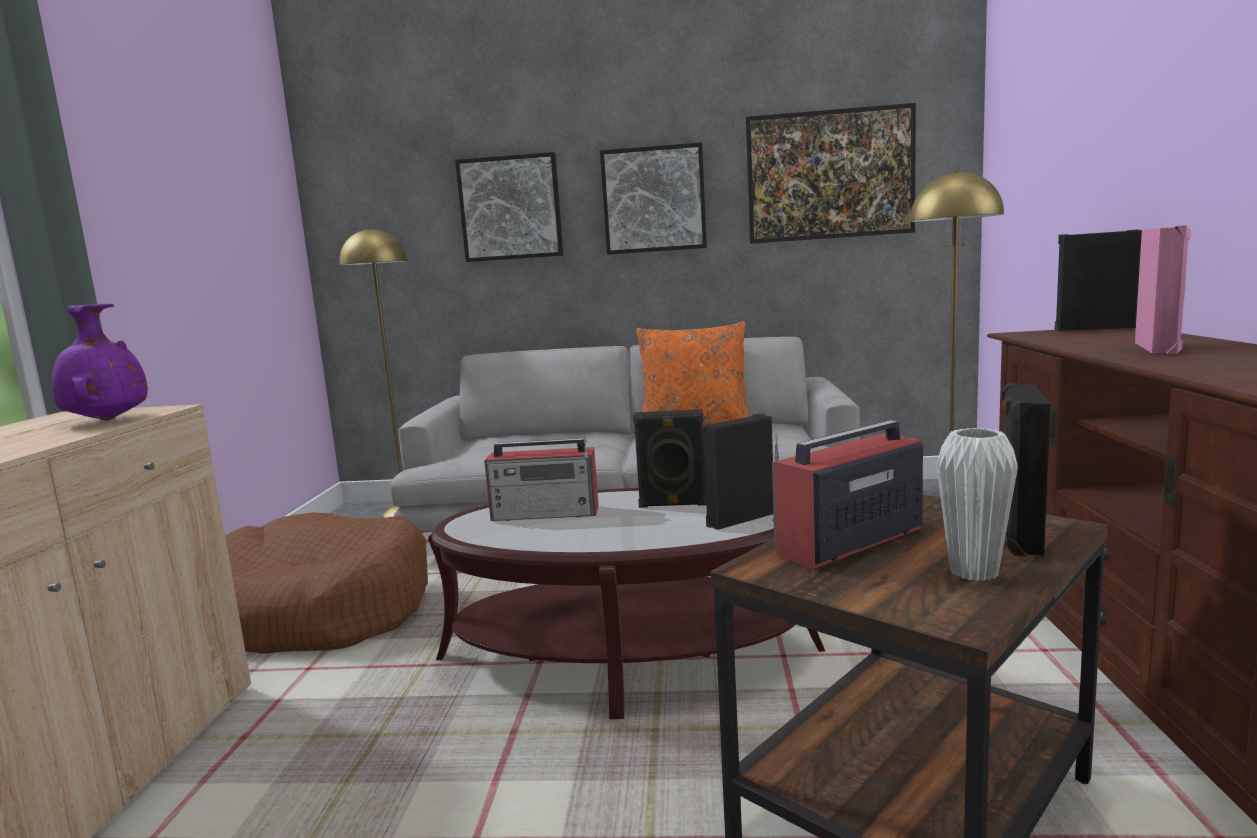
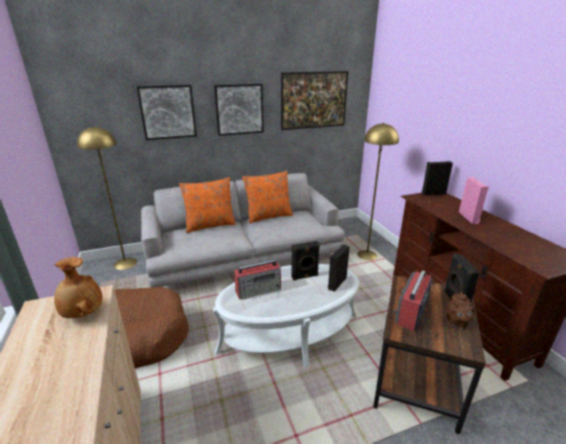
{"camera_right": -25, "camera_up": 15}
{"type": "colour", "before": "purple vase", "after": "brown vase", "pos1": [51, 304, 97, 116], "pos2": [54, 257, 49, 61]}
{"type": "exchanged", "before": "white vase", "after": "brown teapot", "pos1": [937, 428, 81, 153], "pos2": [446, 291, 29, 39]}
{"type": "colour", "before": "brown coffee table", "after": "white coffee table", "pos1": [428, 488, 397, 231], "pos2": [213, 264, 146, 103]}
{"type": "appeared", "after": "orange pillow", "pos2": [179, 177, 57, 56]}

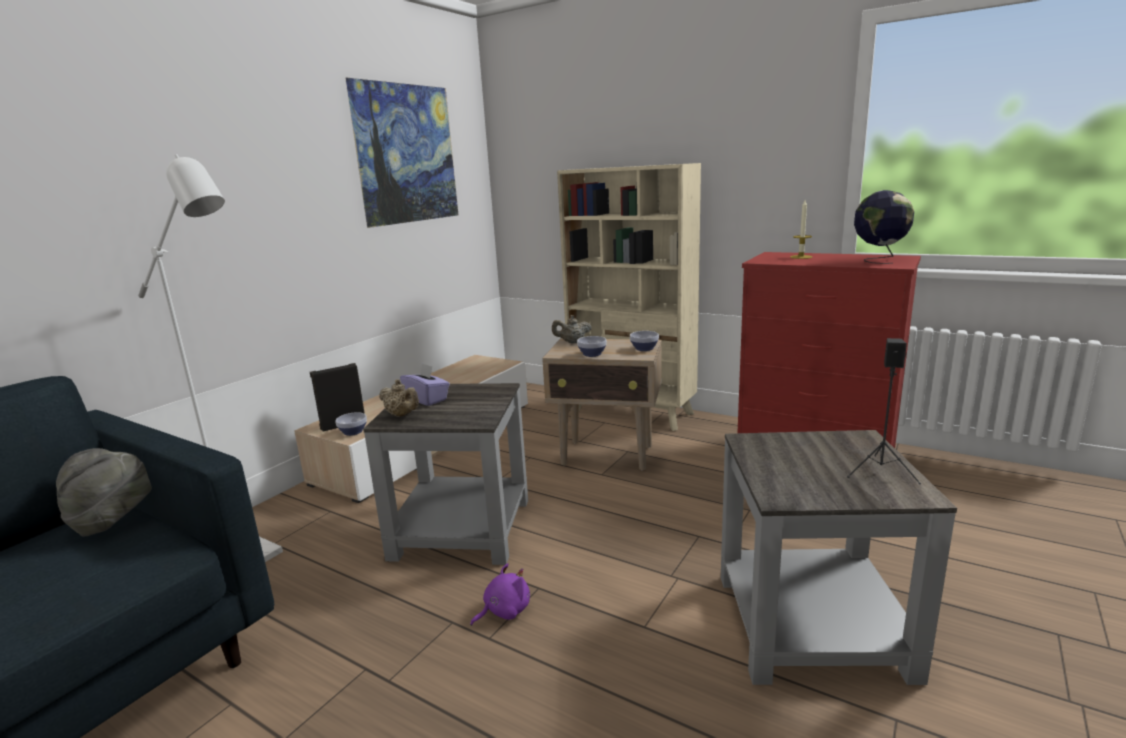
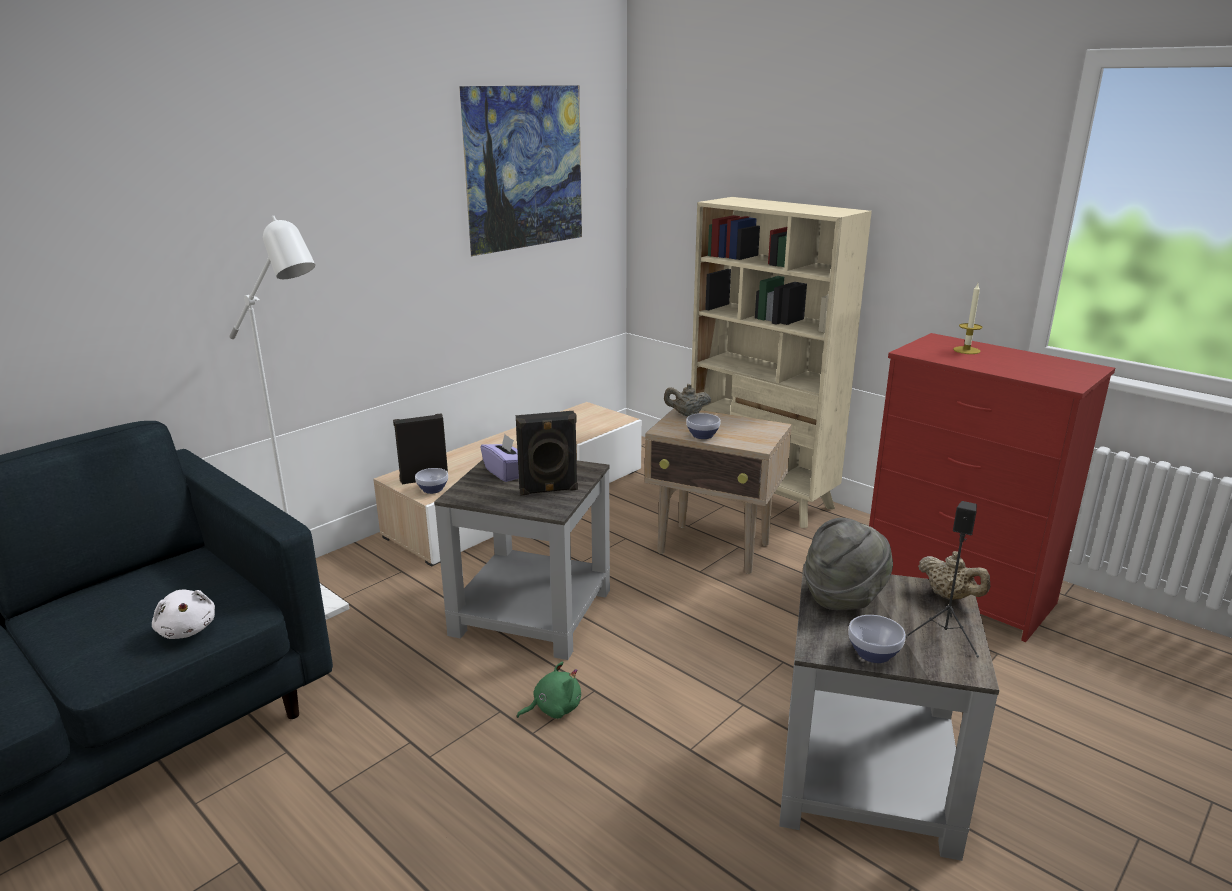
{"camera_right": 10, "camera_up": 5}
{"type": "missing", "before": "globe", "pos1": [854, 190, 60, 74]}
{"type": "relocated", "before": "bowl", "pos1": [630, 331, 29, 20], "pos2": [848, 615, 57, 48]}
{"type": "relocated", "before": "beige teapot", "pos1": [379, 379, 40, 38], "pos2": [918, 551, 72, 49]}
{"type": "relocated", "before": "grey hat", "pos1": [56, 448, 96, 88], "pos2": [804, 518, 89, 92]}
{"type": "colour", "before": "purple plush toy", "after": "green plush toy", "pos1": [470, 563, 60, 63], "pos2": [517, 661, 64, 58]}
{"type": "appeared", "after": "black speaker", "pos2": [516, 411, 62, 85]}
{"type": "appeared", "after": "white plush toy", "pos2": [152, 590, 63, 49]}

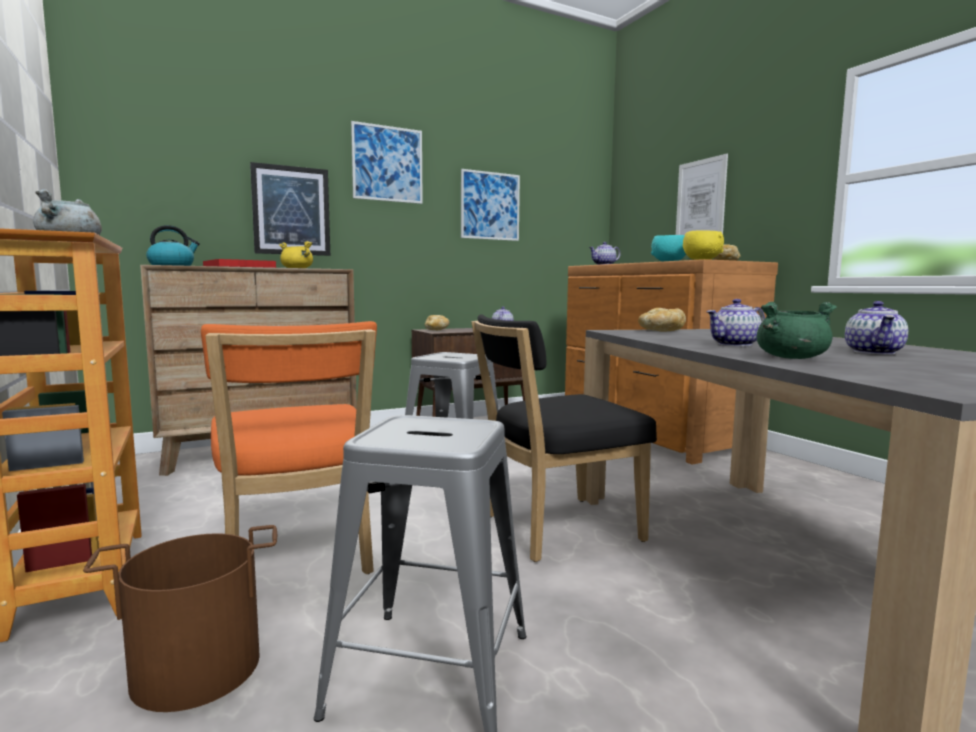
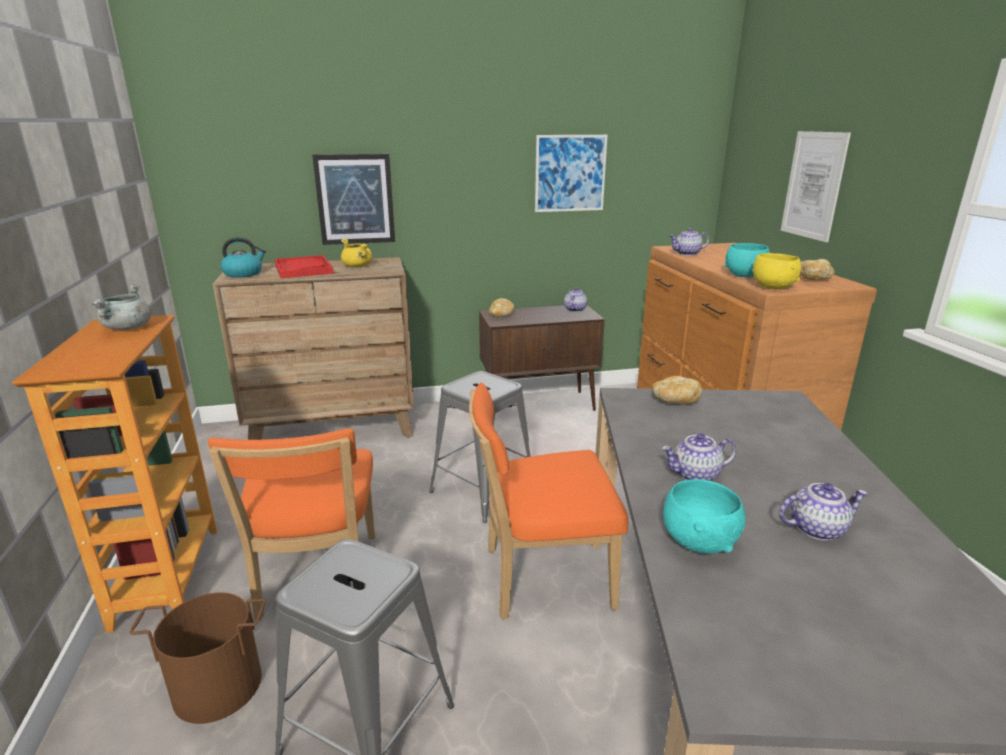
{"camera_right": 15, "camera_up": 15}
{"type": "missing", "before": "picture", "pos1": [351, 121, 72, 83]}
{"type": "spun", "before": "teapot", "pos1": [845, 301, 63, 54], "pos2": [779, 483, 89, 58], "turn": -135}
{"type": "exchanged", "before": "green cooking pot", "after": "turquoise bowl", "pos1": [757, 302, 80, 57], "pos2": [663, 479, 83, 75]}
{"type": "colour", "before": "black chair", "after": "orange chair", "pos1": [471, 314, 186, 248], "pos2": [469, 383, 159, 237]}

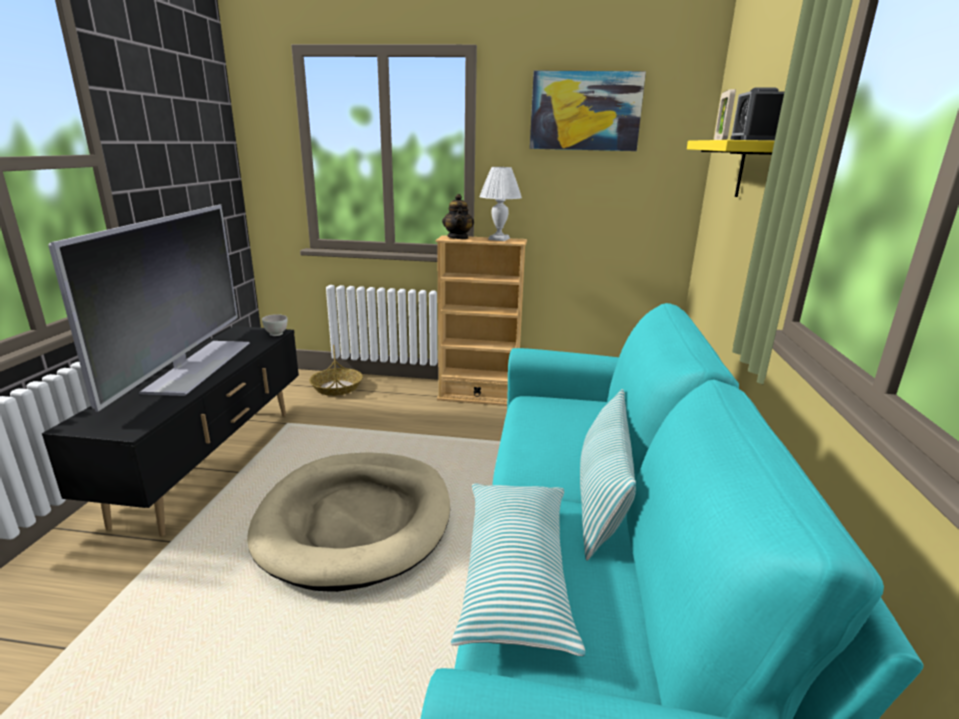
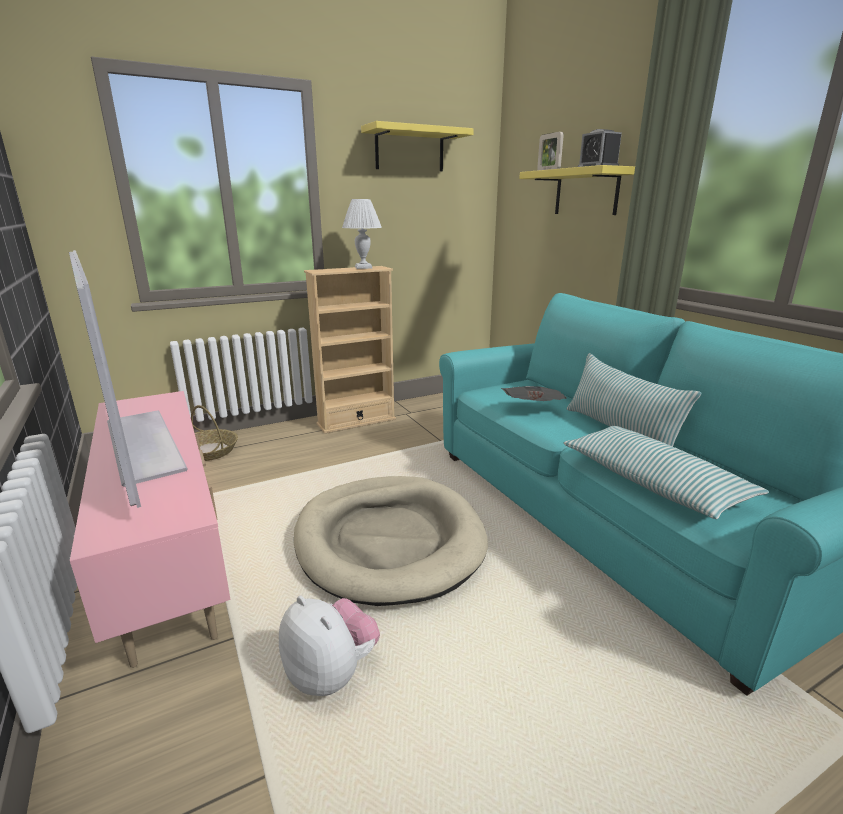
{"camera_right": -35, "camera_up": 0}
{"type": "exchanged", "before": "picture", "after": "yellow shelf", "pos1": [530, 71, 116, 80], "pos2": [361, 121, 113, 50]}
{"type": "missing", "before": "teapot", "pos1": [442, 194, 32, 45]}
{"type": "missing", "before": "white bowl", "pos1": [262, 314, 25, 22]}
{"type": "colour", "before": "black tv stand", "after": "pink tv stand", "pos1": [42, 326, 257, 211], "pos2": [70, 391, 161, 277]}
{"type": "appeared", "after": "newspaper", "pos2": [501, 386, 66, 15]}
{"type": "appeared", "after": "plush toy", "pos2": [279, 596, 101, 100]}

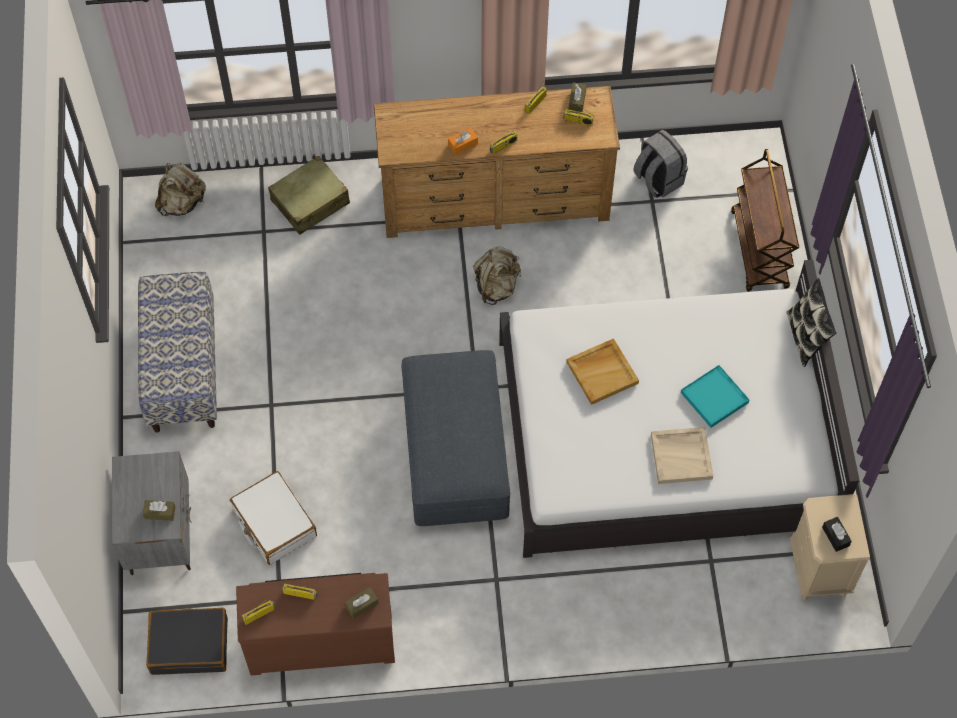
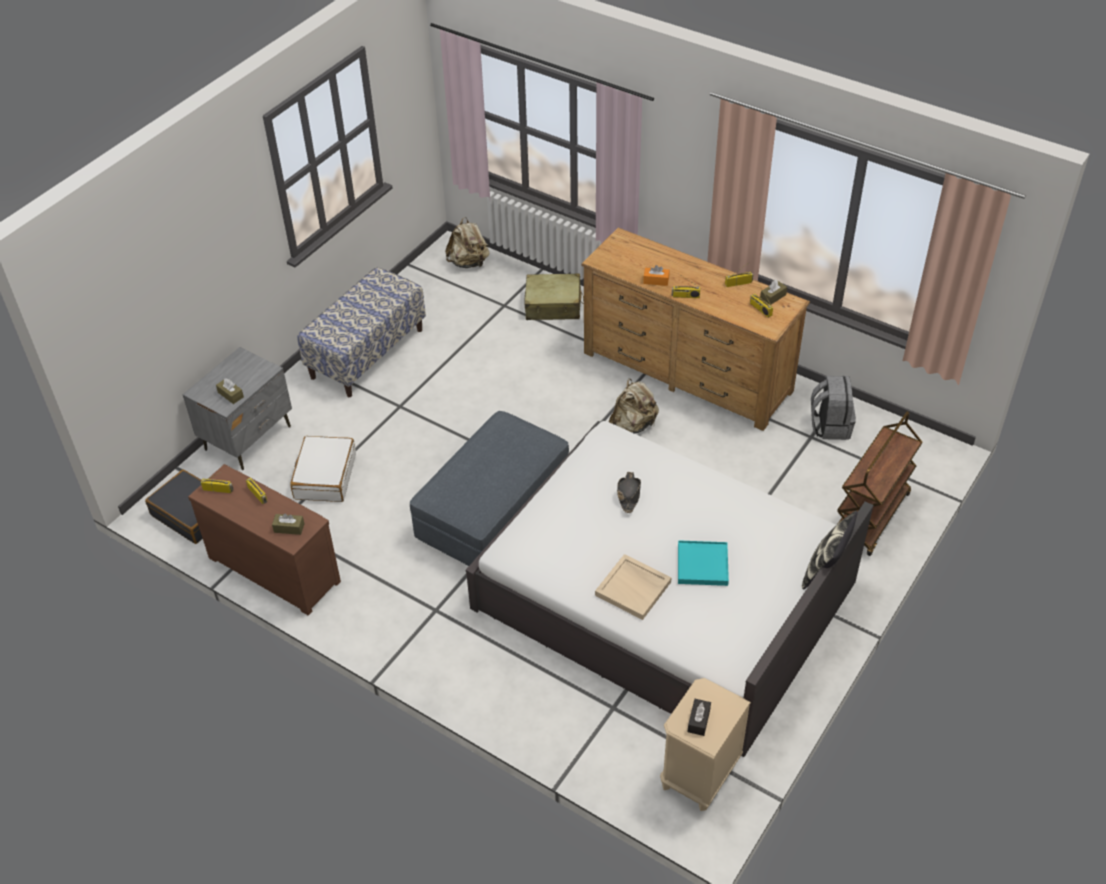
{"camera_right": 40, "camera_up": -15}
{"type": "exchanged", "before": "beige tray", "after": "black hat", "pos1": [566, 338, 73, 67], "pos2": [617, 472, 24, 41]}

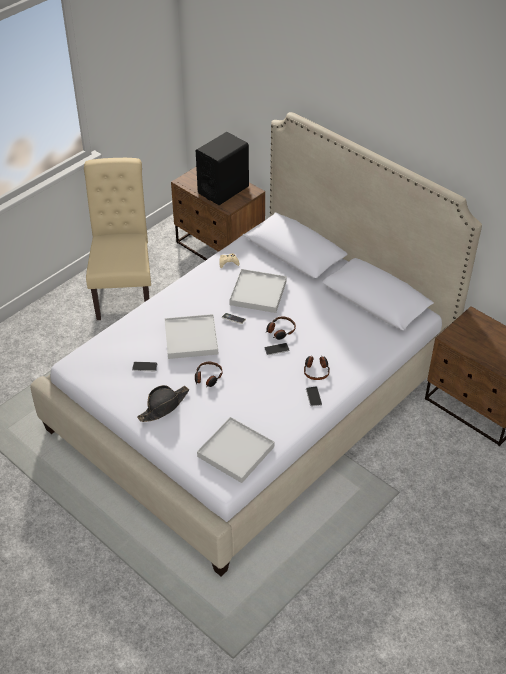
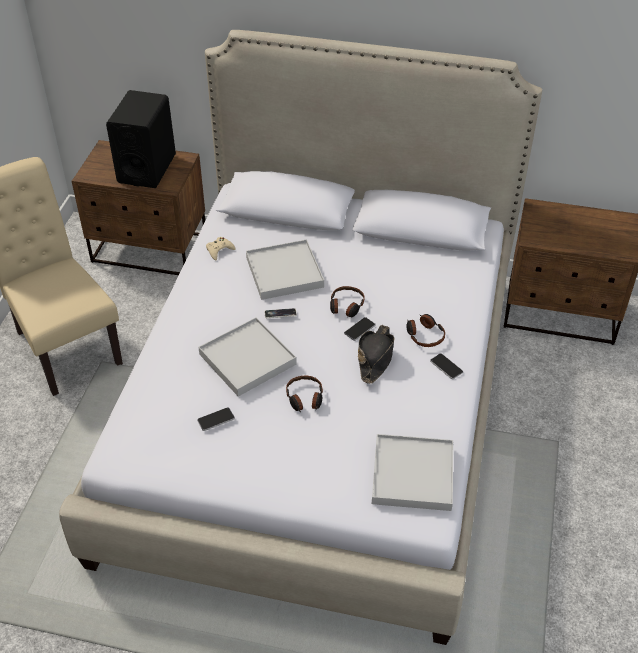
{"camera_right": -30, "camera_up": 0}
{"type": "relocated", "before": "black hat", "pos1": [137, 385, 52, 37], "pos2": [358, 325, 37, 59]}

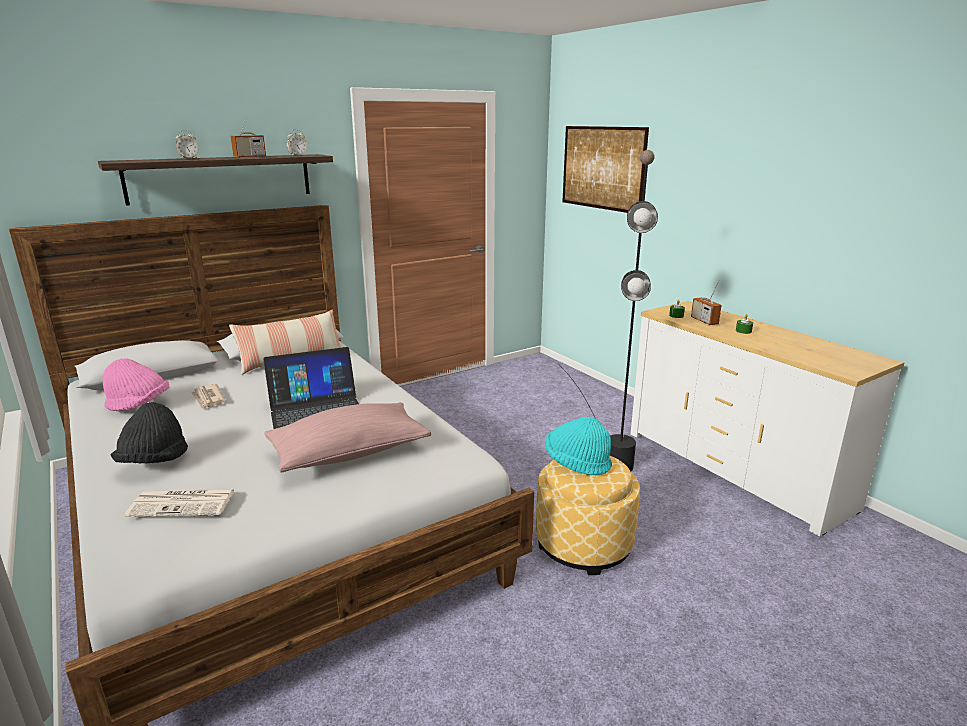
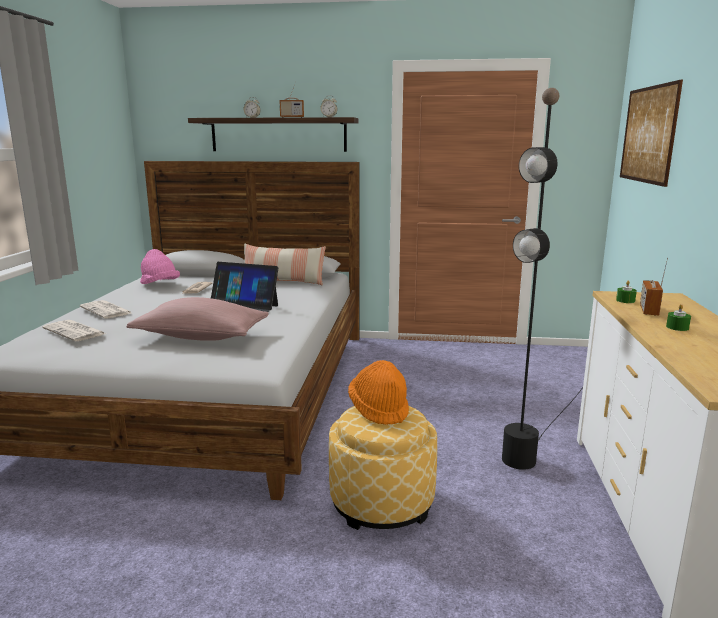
{"camera_right": 40, "camera_up": -5}
{"type": "exchanged", "before": "black hat", "after": "newspaper", "pos1": [111, 402, 77, 62], "pos2": [80, 300, 52, 19]}
{"type": "colour", "before": "turquoise hat", "after": "orange hat", "pos1": [545, 417, 67, 59], "pos2": [348, 360, 61, 65]}

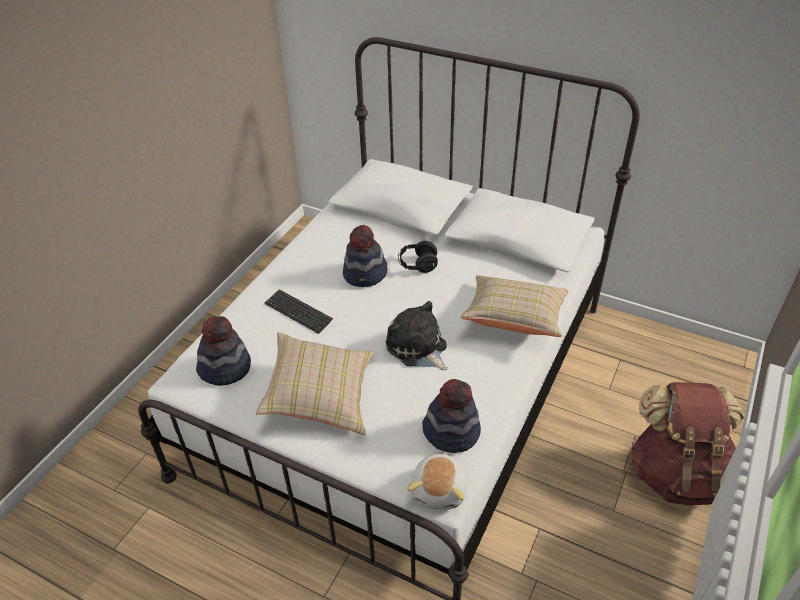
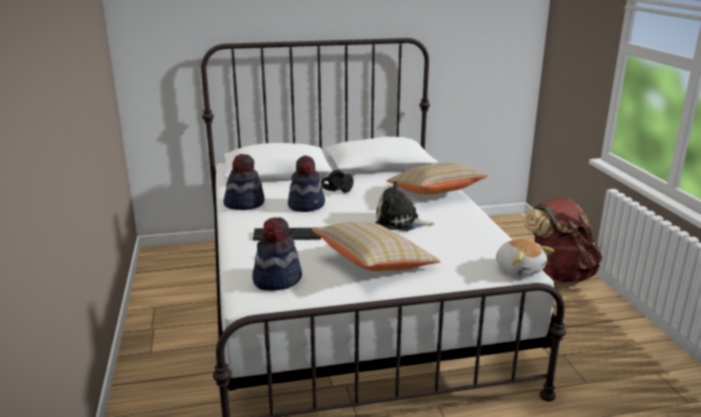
{"camera_right": -40, "camera_up": -20}
{"type": "relocated", "before": "hat", "pos1": [422, 379, 59, 74], "pos2": [223, 154, 42, 56]}

